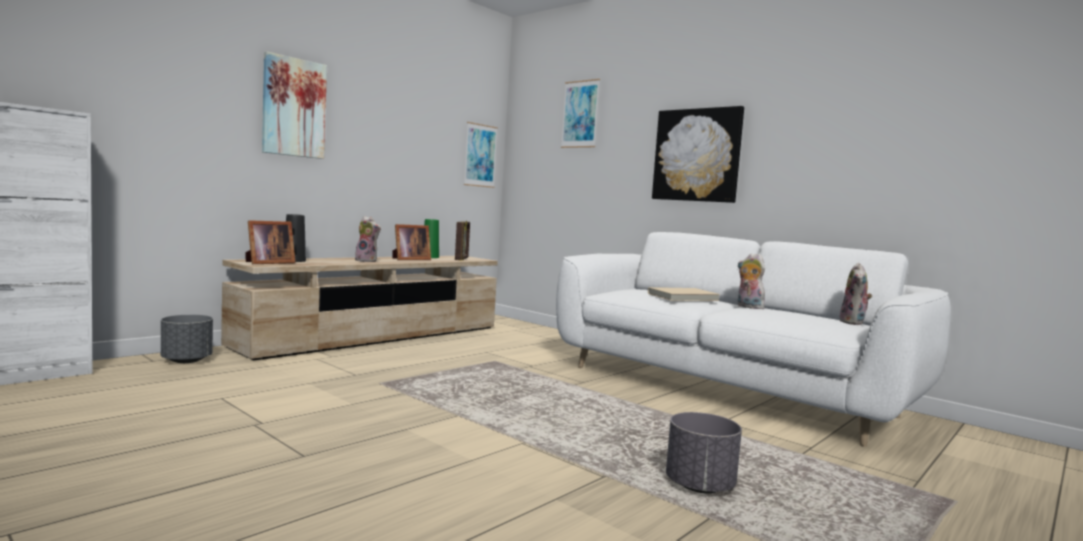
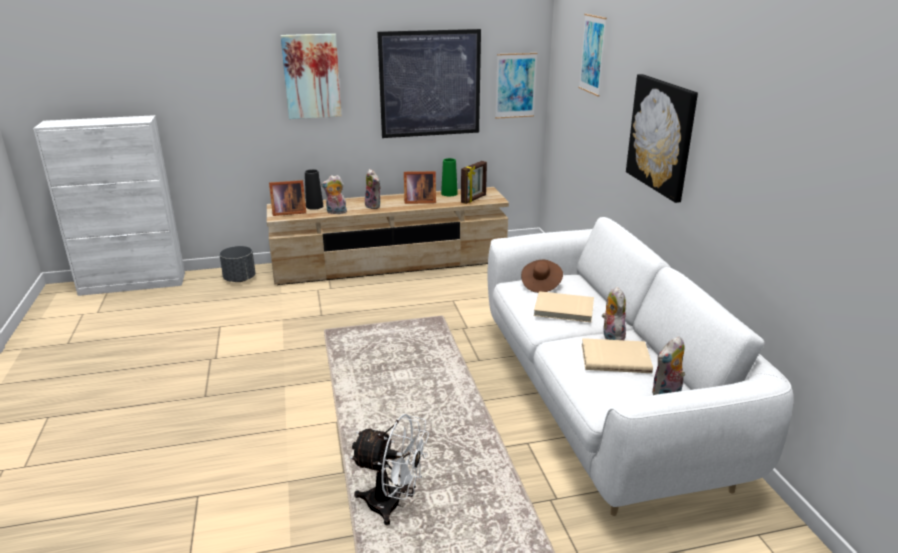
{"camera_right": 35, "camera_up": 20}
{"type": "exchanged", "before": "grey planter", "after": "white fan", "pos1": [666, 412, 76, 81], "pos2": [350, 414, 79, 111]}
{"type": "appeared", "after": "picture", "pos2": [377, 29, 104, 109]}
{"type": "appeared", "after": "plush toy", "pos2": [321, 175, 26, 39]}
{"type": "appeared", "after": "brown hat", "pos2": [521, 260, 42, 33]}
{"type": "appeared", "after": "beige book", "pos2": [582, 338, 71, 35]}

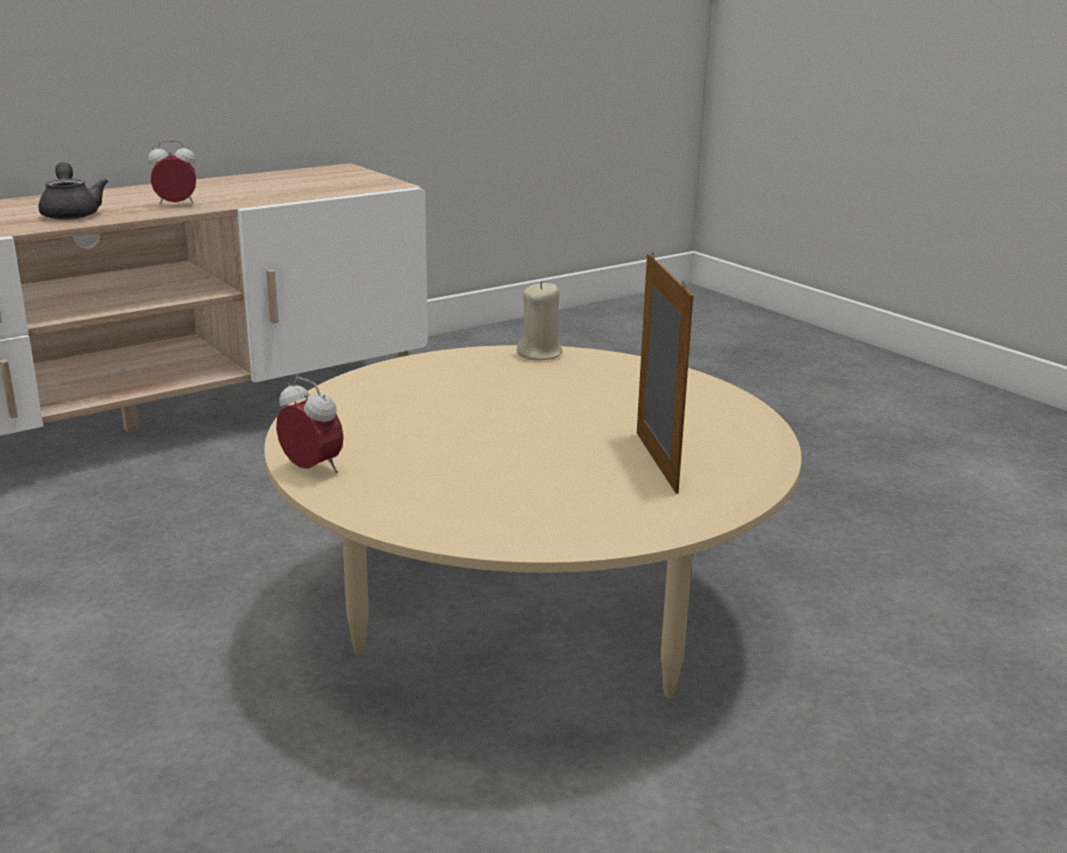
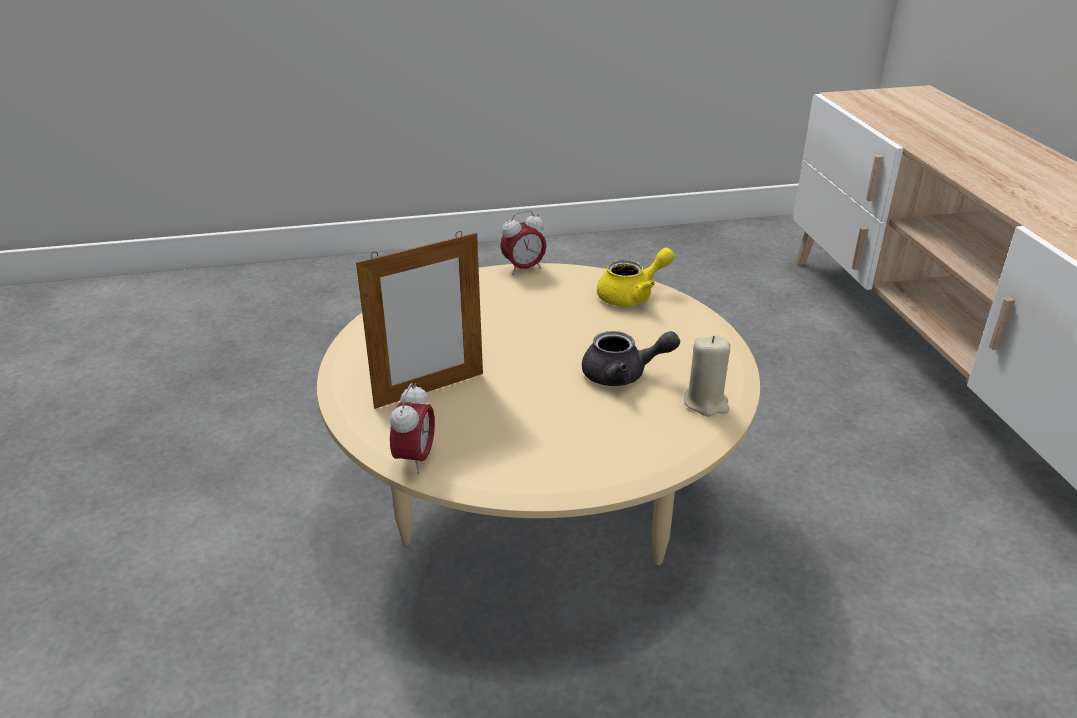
{"camera_right": 115, "camera_up": 10}
{"type": "relocated", "before": "alarm clock", "pos1": [148, 140, 48, 64], "pos2": [390, 383, 45, 91]}
{"type": "relocated", "before": "grey teapot", "pos1": [38, 162, 70, 58], "pos2": [582, 331, 98, 55]}
{"type": "spun", "before": "picture frame", "pos1": [637, 252, 56, 242], "pos2": [356, 231, 127, 178], "turn": -45}
{"type": "appeared", "after": "yellow teapot", "pos2": [597, 248, 78, 58]}

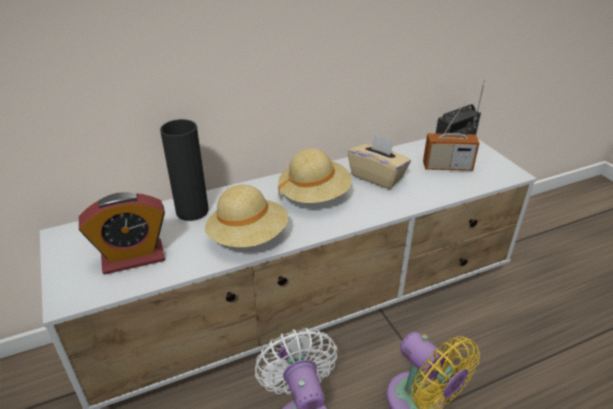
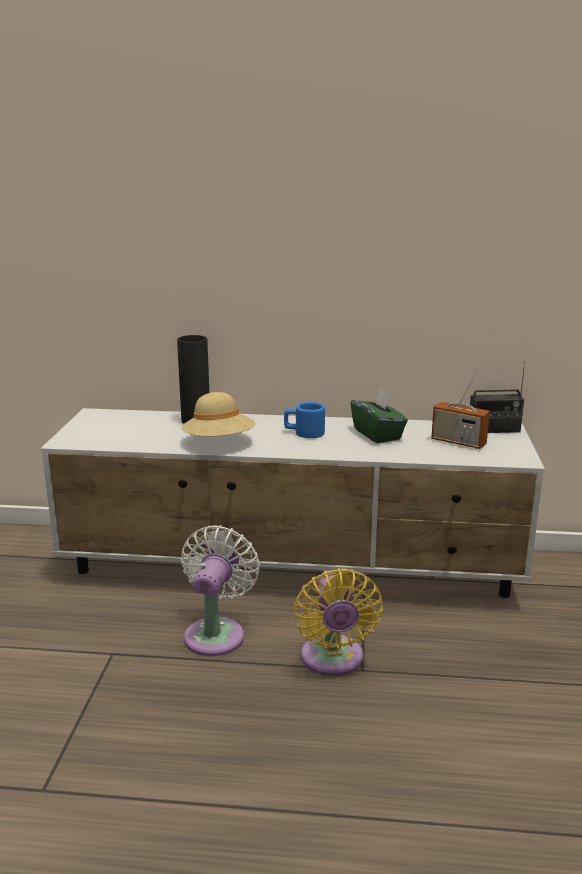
{"camera_right": 30, "camera_up": -15}
{"type": "colour", "before": "beige tissue box", "after": "green tissue box", "pos1": [348, 134, 63, 55], "pos2": [350, 389, 58, 54]}
{"type": "exchanged", "before": "beige hat", "after": "blue mug", "pos1": [278, 148, 74, 55], "pos2": [284, 402, 41, 36]}
{"type": "missing", "before": "alarm clock", "pos1": [79, 192, 86, 82]}

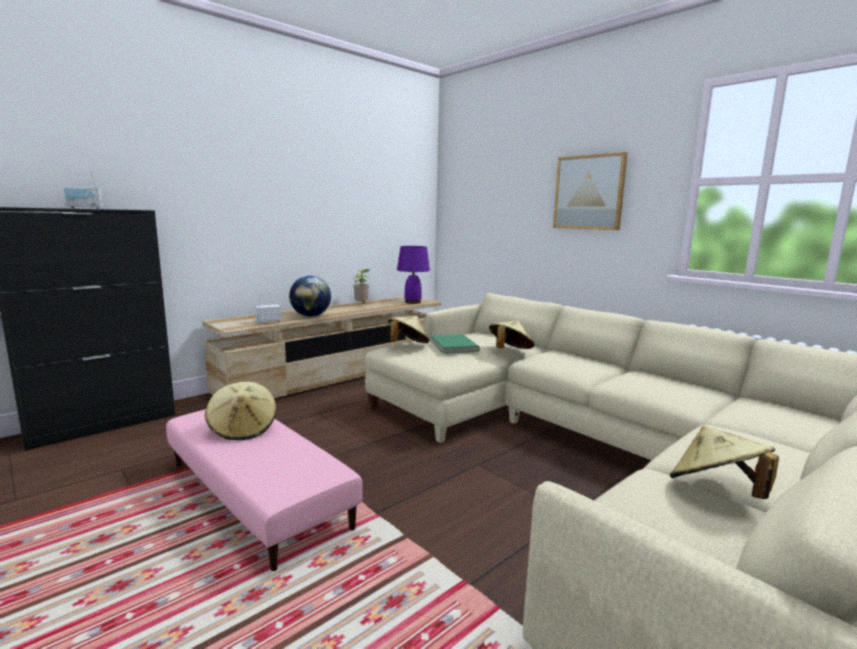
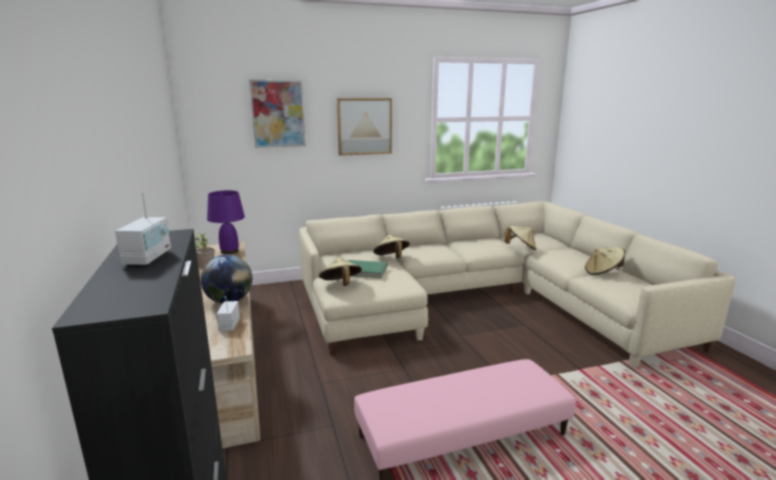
{"camera_right": -65, "camera_up": 5}
{"type": "relocated", "before": "beige hat", "pos1": [205, 382, 72, 58], "pos2": [505, 226, 31, 24]}
{"type": "appeared", "after": "picture", "pos2": [249, 80, 57, 68]}

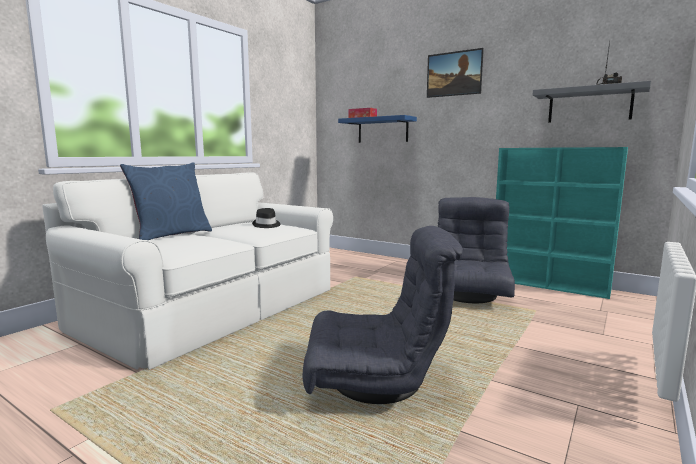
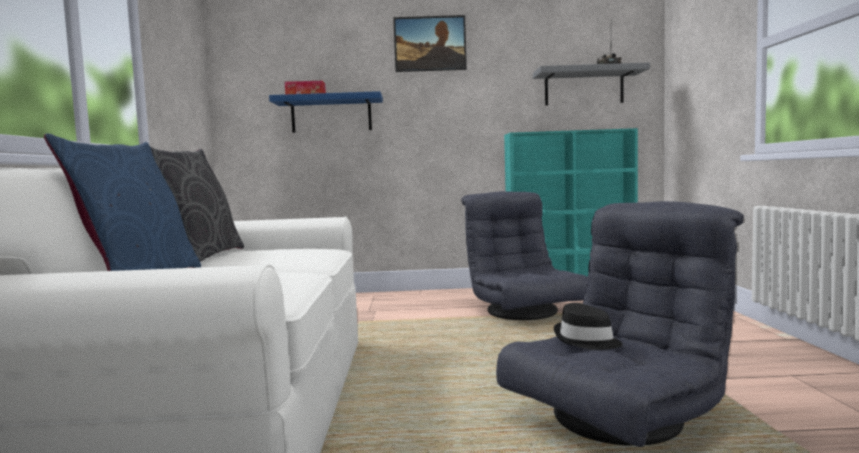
{"camera_right": -35, "camera_up": -5}
{"type": "relocated", "before": "black hat", "pos1": [252, 208, 28, 20], "pos2": [554, 303, 69, 47]}
{"type": "appeared", "after": "grey pillow", "pos2": [150, 147, 94, 115]}

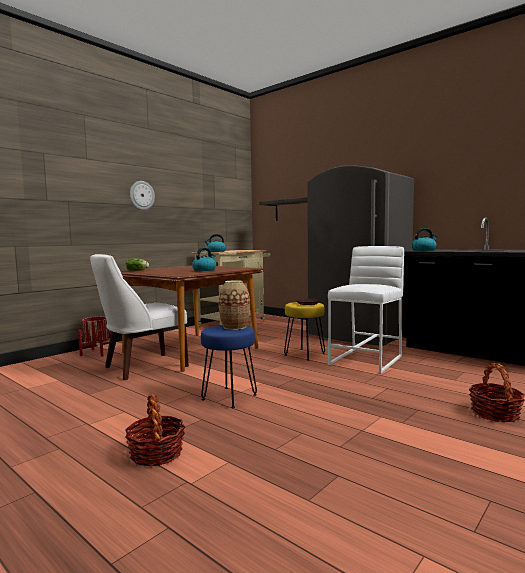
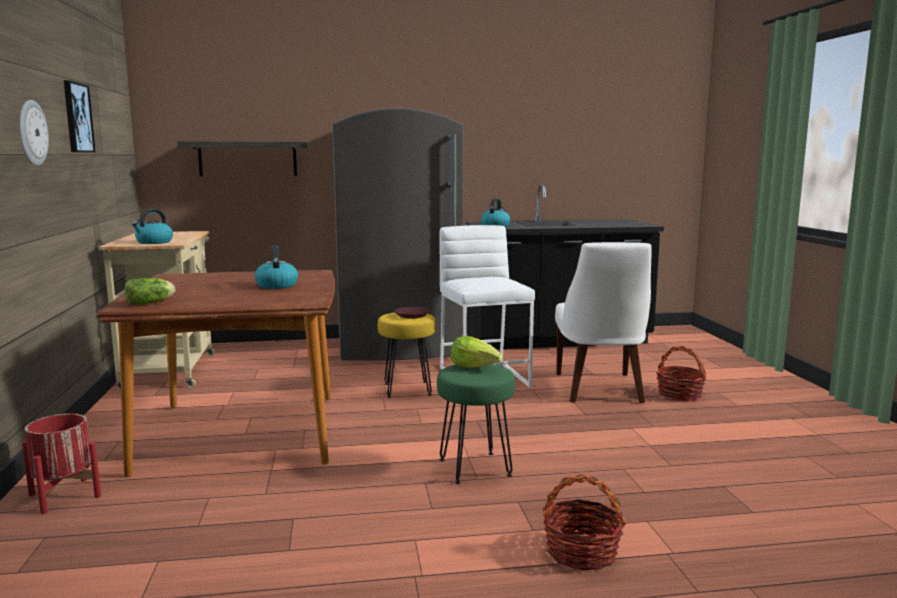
{"camera_right": -50, "camera_up": 5}
{"type": "relocated", "before": "white chair", "pos1": [90, 254, 99, 126], "pos2": [555, 242, 97, 161]}
{"type": "exchanged", "before": "vase", "after": "lettuce", "pos1": [219, 280, 31, 50], "pos2": [451, 336, 52, 32]}
{"type": "colour", "before": "blue stool", "after": "green stool", "pos1": [201, 325, 56, 83], "pos2": [437, 364, 78, 120]}
{"type": "appeared", "after": "picture", "pos2": [63, 80, 33, 73]}

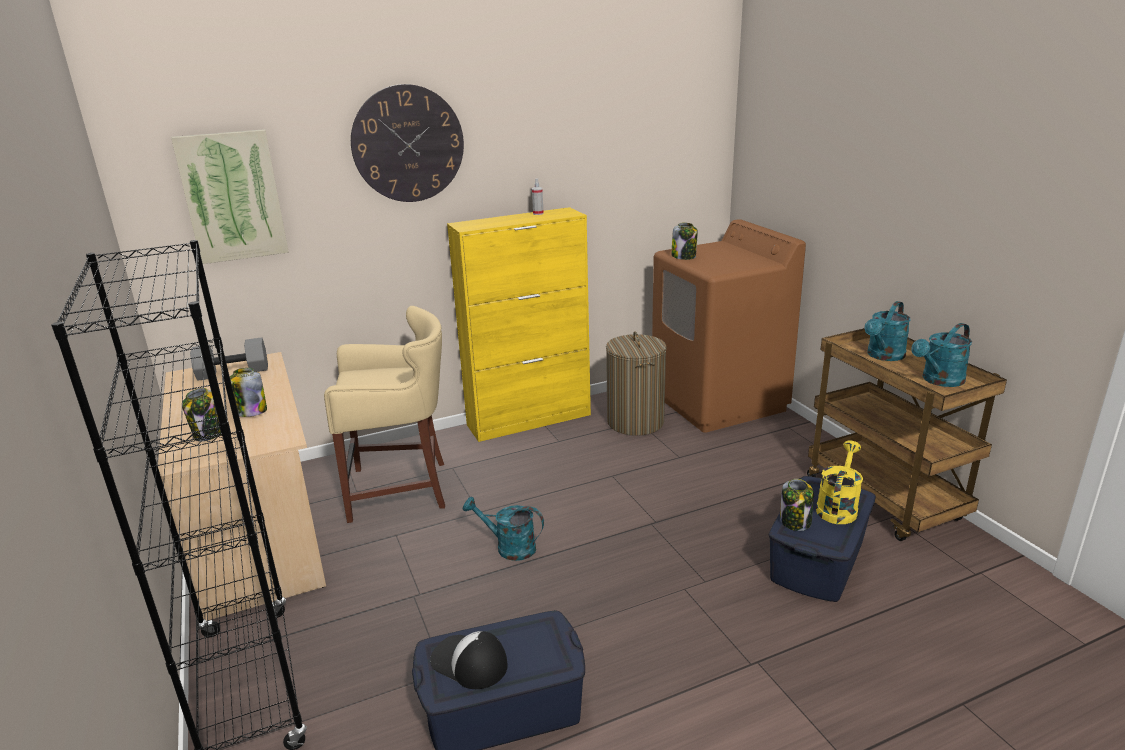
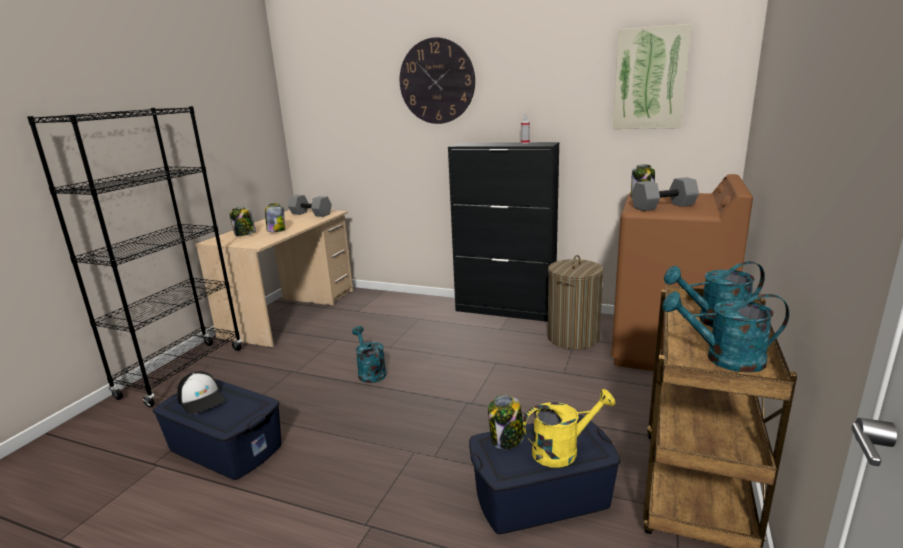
{"camera_right": 45, "camera_up": -5}
{"type": "relocated", "before": "picture", "pos1": [171, 129, 118, 135], "pos2": [613, 24, 78, 105]}
{"type": "colour", "before": "yellow cabinet", "after": "black cabinet", "pos1": [447, 207, 144, 235], "pos2": [448, 142, 111, 180]}
{"type": "missing", "before": "beige stool", "pos1": [324, 306, 121, 217]}
{"type": "spun", "before": "cap", "pos1": [430, 631, 78, 58], "pos2": [177, 371, 49, 44], "turn": 150}
{"type": "appeared", "after": "grey dumbbell", "pos2": [631, 177, 68, 34]}

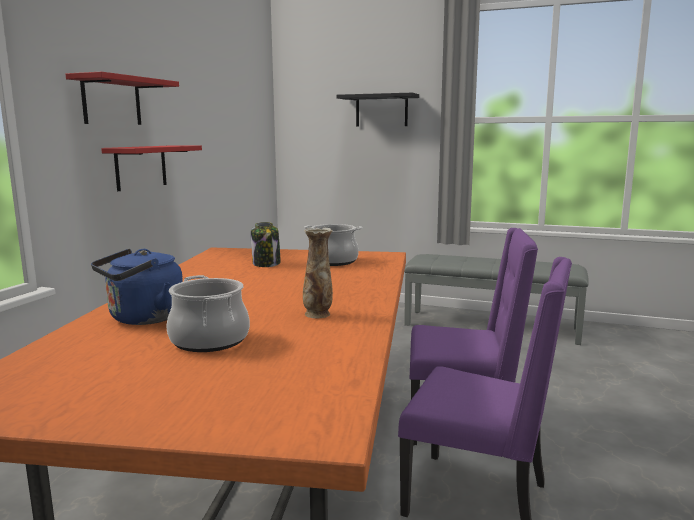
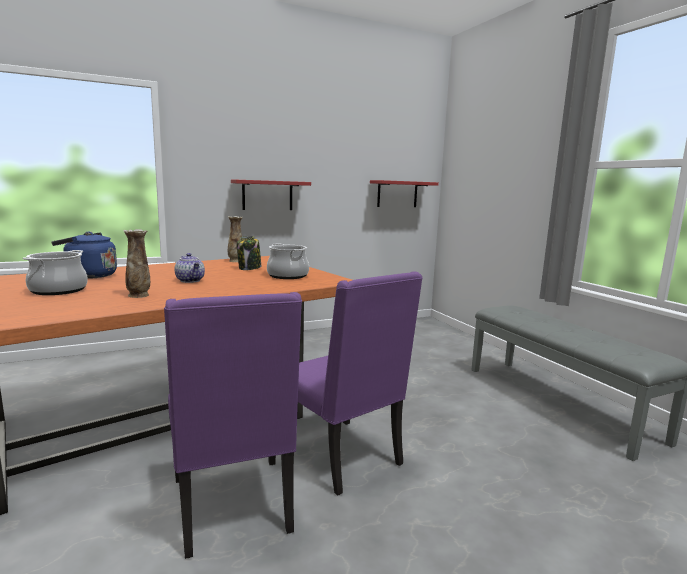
{"camera_right": 45, "camera_up": 0}
{"type": "relocated", "before": "red shelf", "pos1": [66, 72, 113, 53], "pos2": [370, 180, 69, 27]}
{"type": "missing", "before": "black shelf", "pos1": [336, 93, 83, 34]}
{"type": "appeared", "after": "vase", "pos2": [228, 216, 15, 46]}
{"type": "appeared", "after": "teapot", "pos2": [175, 253, 30, 30]}

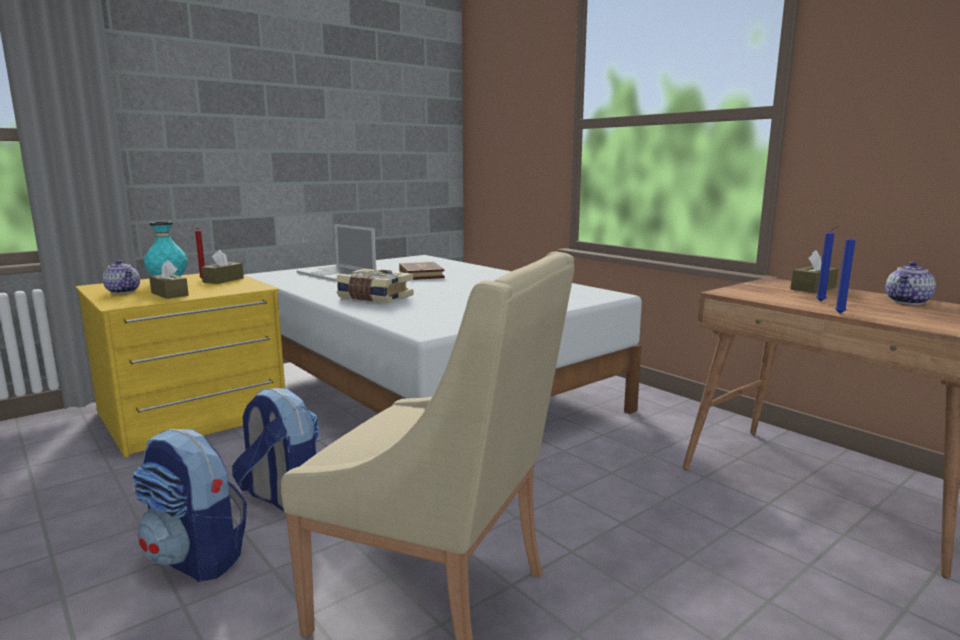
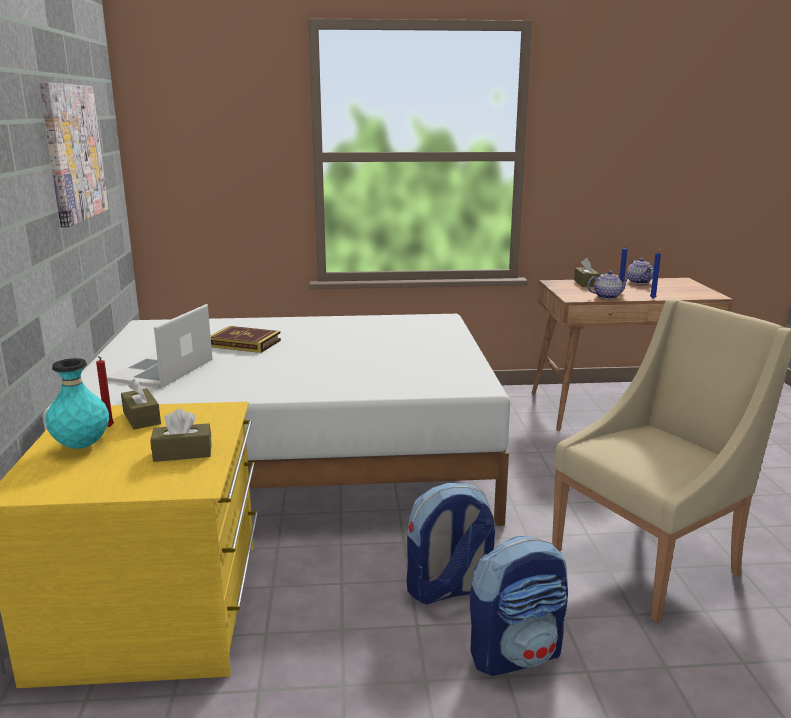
{"camera_right": -55, "camera_up": 5}
{"type": "spun", "before": "laptop", "pos1": [297, 224, 79, 58], "pos2": [107, 304, 105, 84], "turn": 120}
{"type": "relocated", "before": "teapot", "pos1": [102, 260, 38, 34], "pos2": [587, 271, 42, 28]}
{"type": "missing", "before": "book", "pos1": [336, 269, 78, 34]}
{"type": "appeared", "after": "picture", "pos2": [39, 82, 69, 145]}

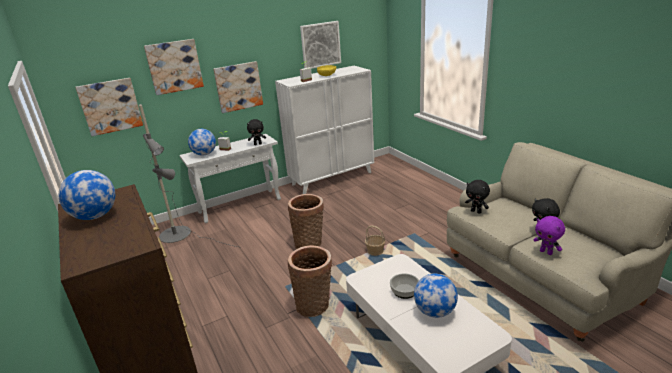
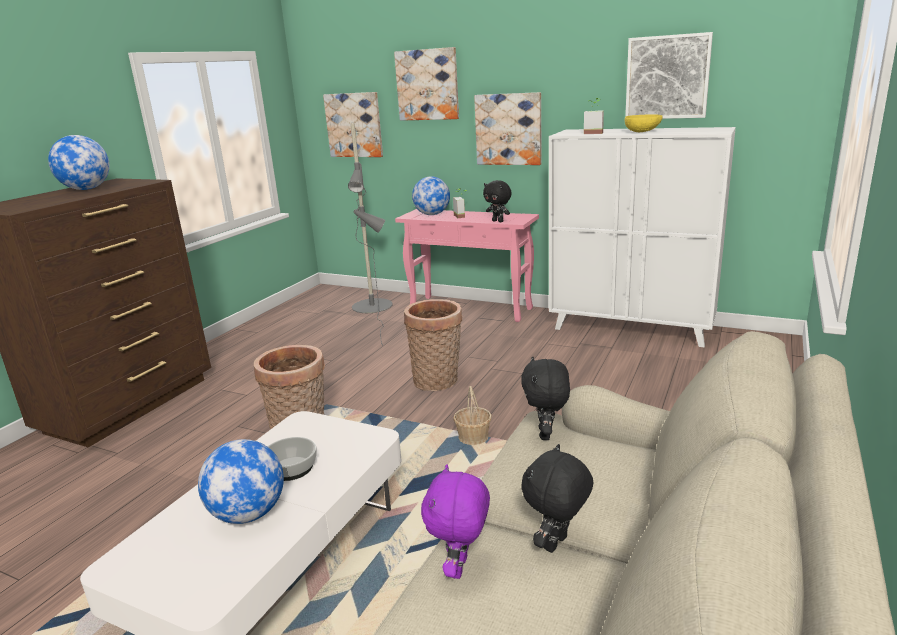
{"camera_right": 55, "camera_up": -5}
{"type": "colour", "before": "white console table", "after": "pink console table", "pos1": [180, 134, 101, 89], "pos2": [395, 209, 144, 113]}

